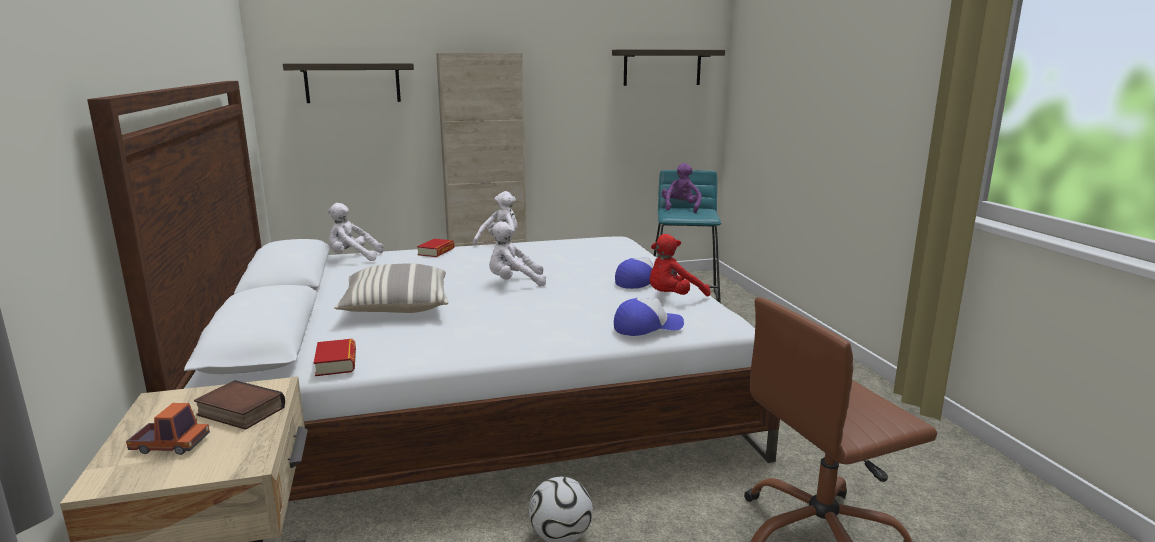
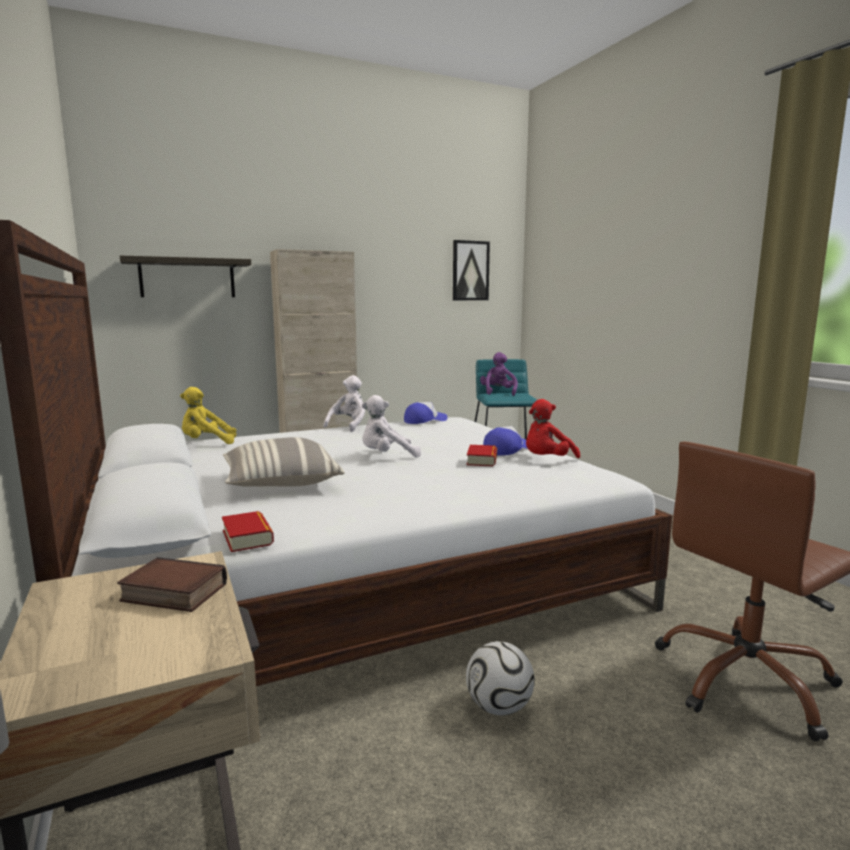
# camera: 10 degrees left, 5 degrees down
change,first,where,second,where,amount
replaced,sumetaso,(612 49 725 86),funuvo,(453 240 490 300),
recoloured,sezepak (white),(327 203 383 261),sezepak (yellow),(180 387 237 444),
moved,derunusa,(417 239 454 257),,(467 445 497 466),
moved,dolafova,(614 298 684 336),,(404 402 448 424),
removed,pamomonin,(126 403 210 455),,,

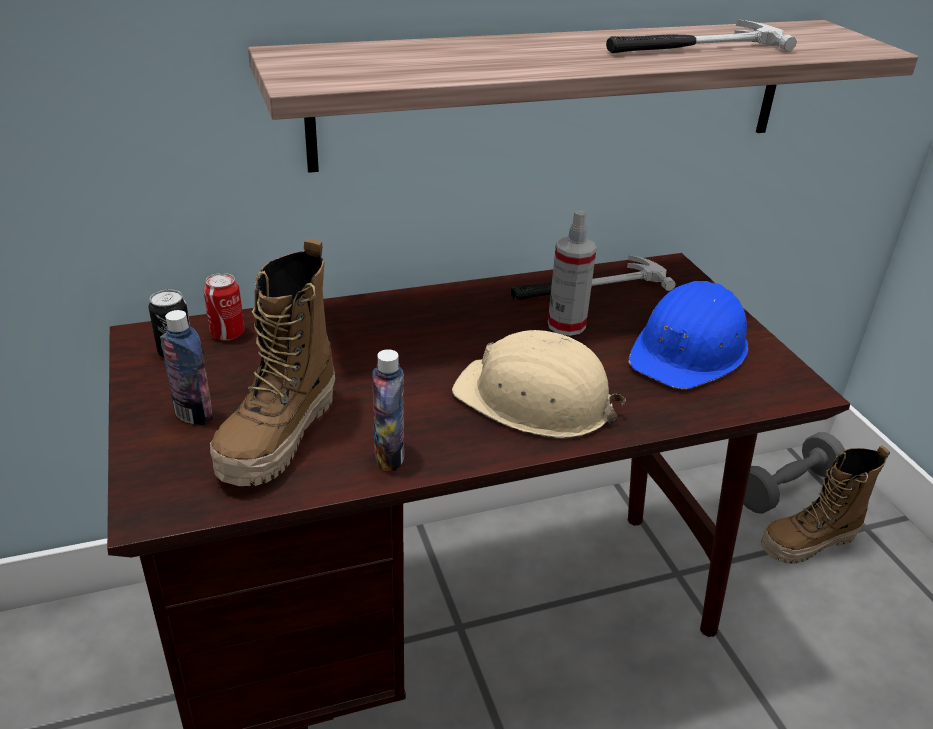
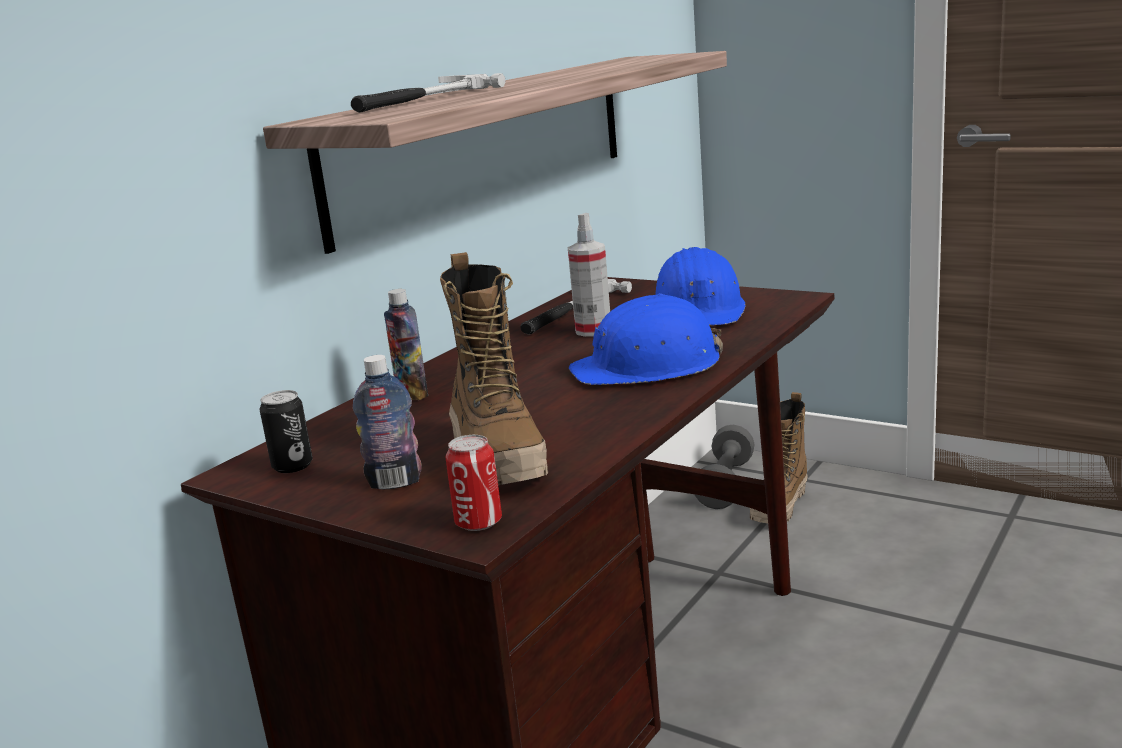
# camera: 35 degrees left, 15 degrees down
change,first,where,second,where,amount
moved,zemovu,(606 20 797 53),,(351 73 506 113),
moved,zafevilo,(204 273 245 340),,(446 435 502 531),
recoloured,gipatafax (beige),(452 330 626 438),gipatafax (blue),(569 293 723 385),
moved,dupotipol,(372 349 404 471),,(384 289 428 400),

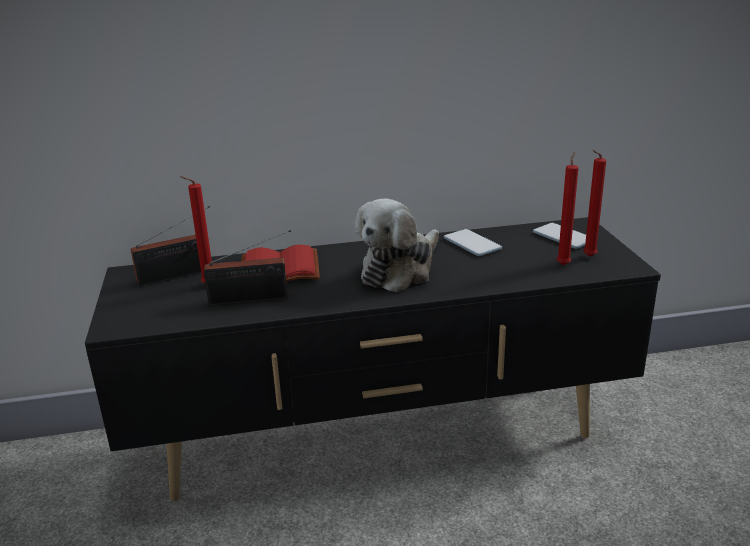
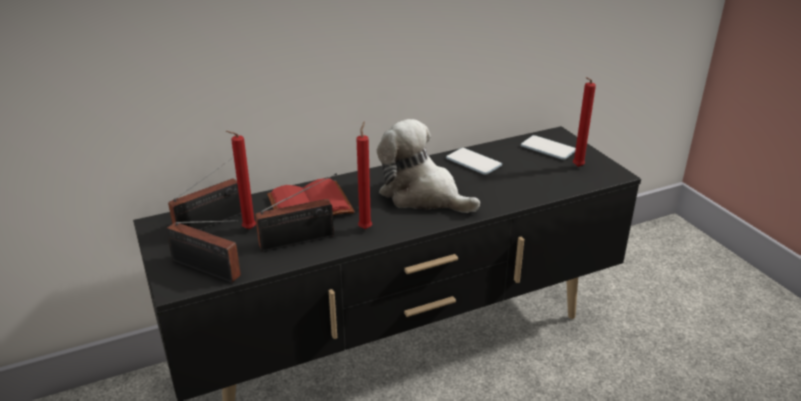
# camera: 15 degrees left, 5 degrees up
change,first,where,second,where,amount
moved,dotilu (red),(557 151 578 265),,(357 121 372 229),
turned,sezepak,(355 199 439 293),,(377 119 480 213),105 degrees clockwise
added,,,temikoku,(166 220 241 283),

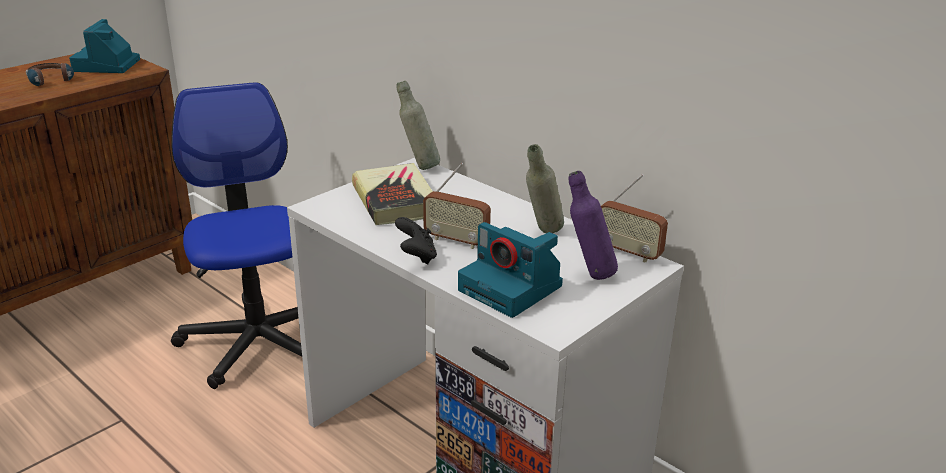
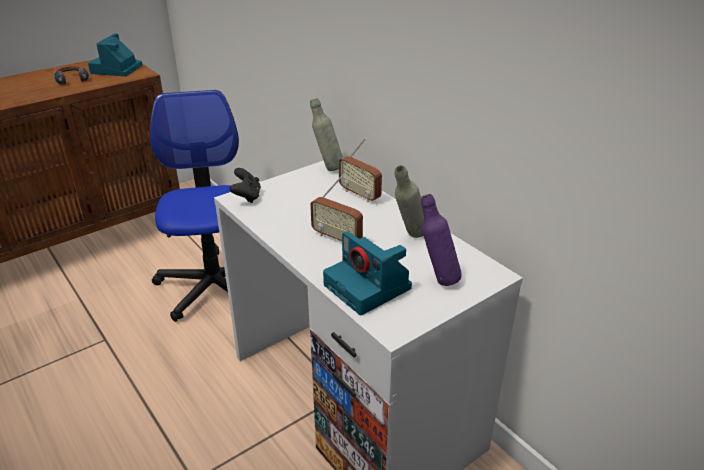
# camera: 10 degrees right, 5 degrees up
change,first,where,second,where,amount
removed,derunusa,(352 163 433 225),,,
moved,temikoku,(601 174 668 263),,(339 138 382 202),
moved,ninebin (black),(395 217 437 265),,(229 168 261 203),

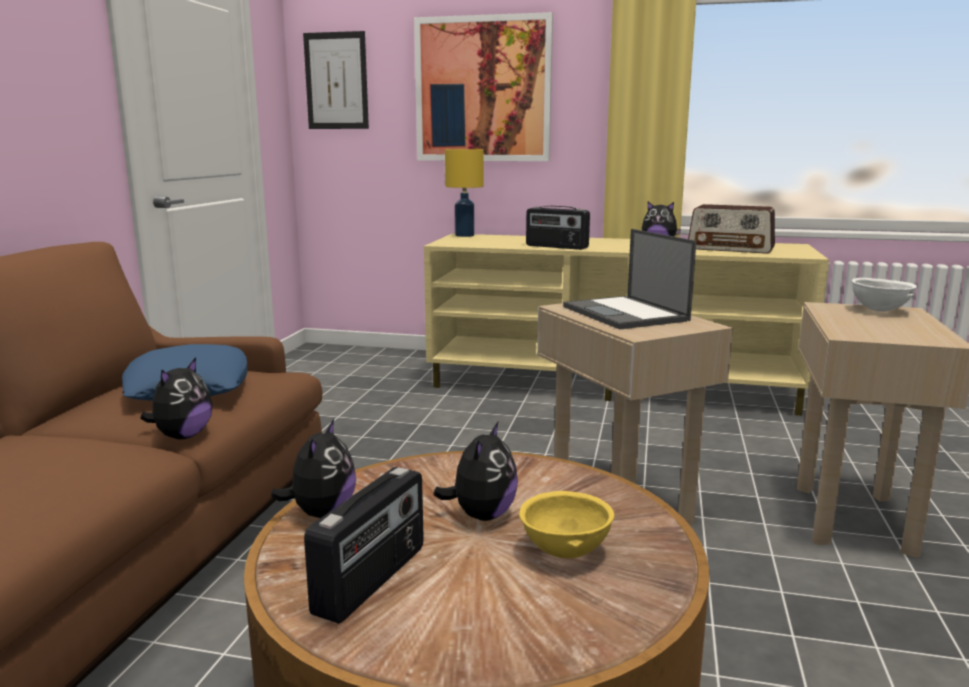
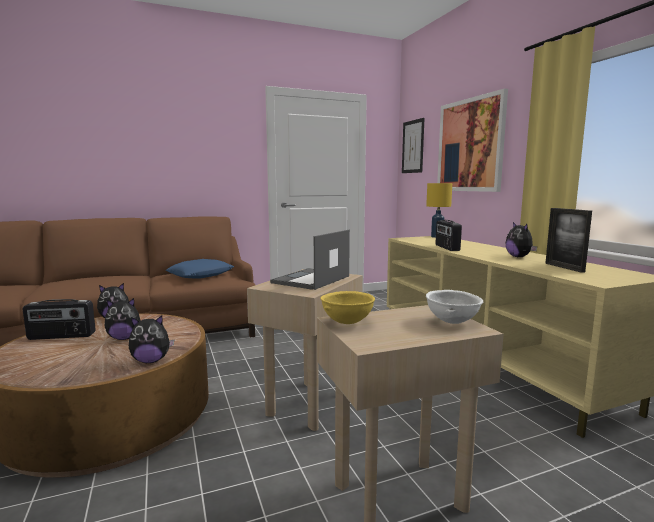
# camera: 55 degrees right, 5 degrees down
change,first,where,second,where,amount
replaced,temikoku,(688 204 775 254),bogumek,(545 208 592 273),
moved,sezepak,(140 357 213 439),,(129 315 175 363),
moved,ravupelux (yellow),(519 491 615 558),,(321 291 375 324),

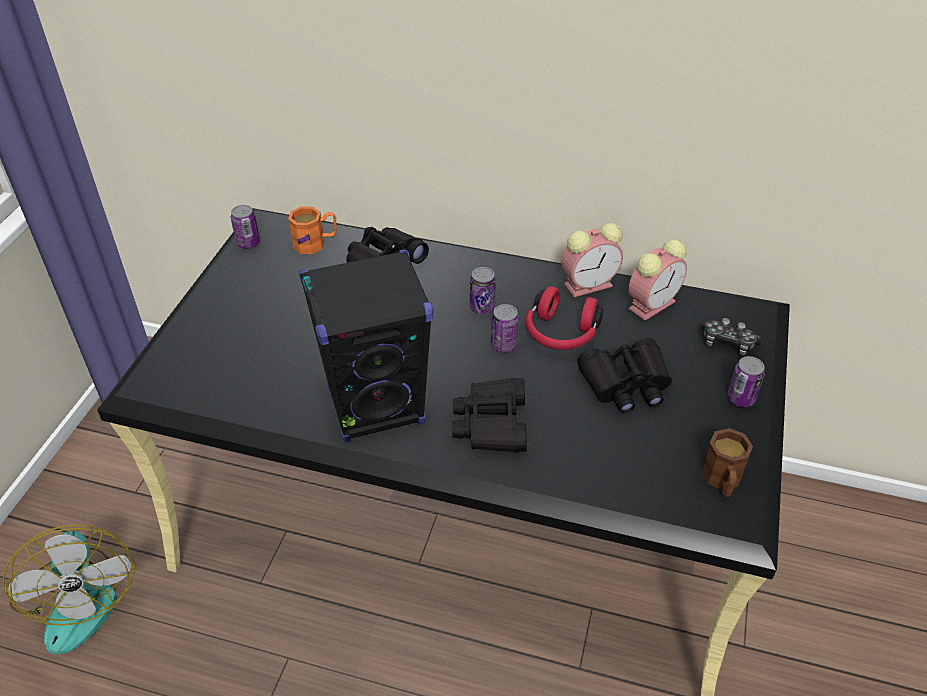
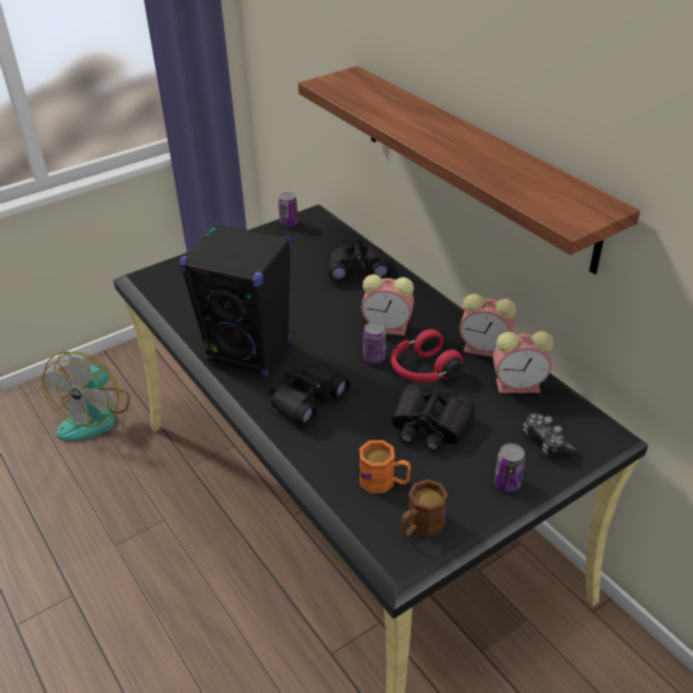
# camera: 40 degrees right, 5 degrees down
change,first,where,second,where,amount
moved,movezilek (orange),(288 206 337 254),,(359 440 411 494),
replaced,zafevilo,(470 267 496 314),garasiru,(361 274 414 336),
added,,,sumetaso,(298 66 640 274),

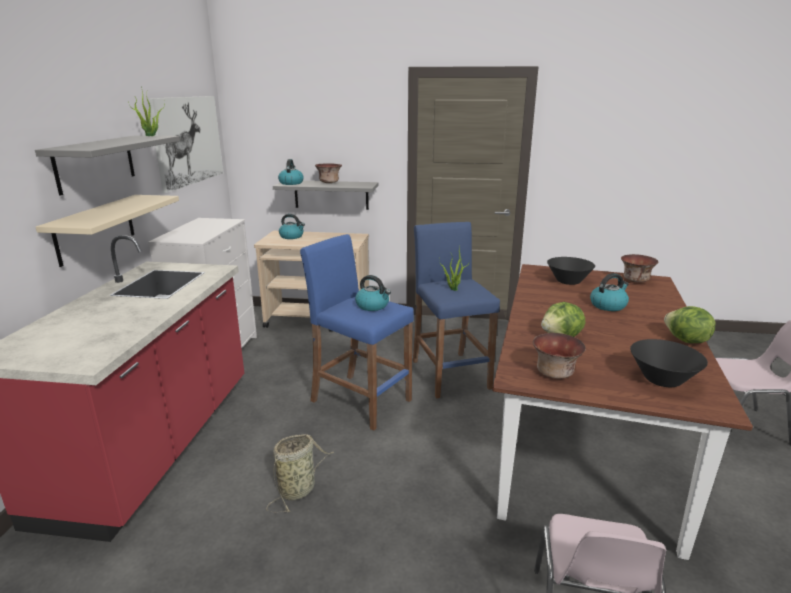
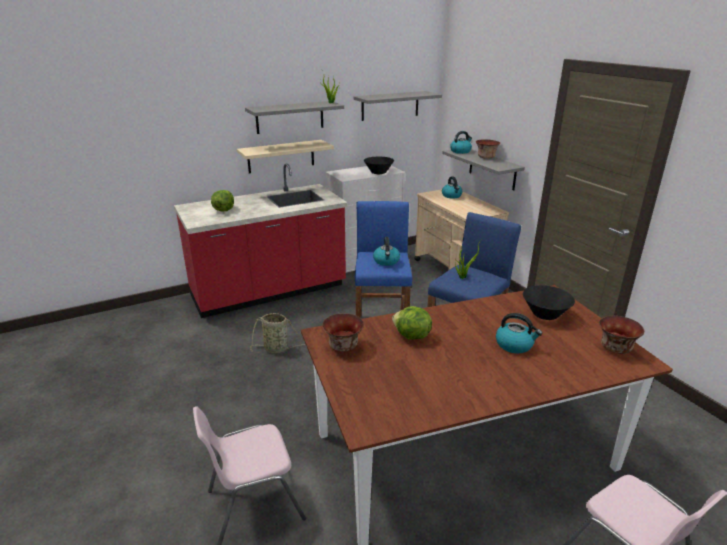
# camera: 55 degrees right, 5 degrees up
change,first,where,second,where,amount
replaced,funuvo,(148 96 223 193),sumetaso (grey),(353 91 442 121),
moved,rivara,(664 306 715 343),,(211 190 234 211),
moved,ravupelux (black),(630 339 708 387),,(364 157 394 174),

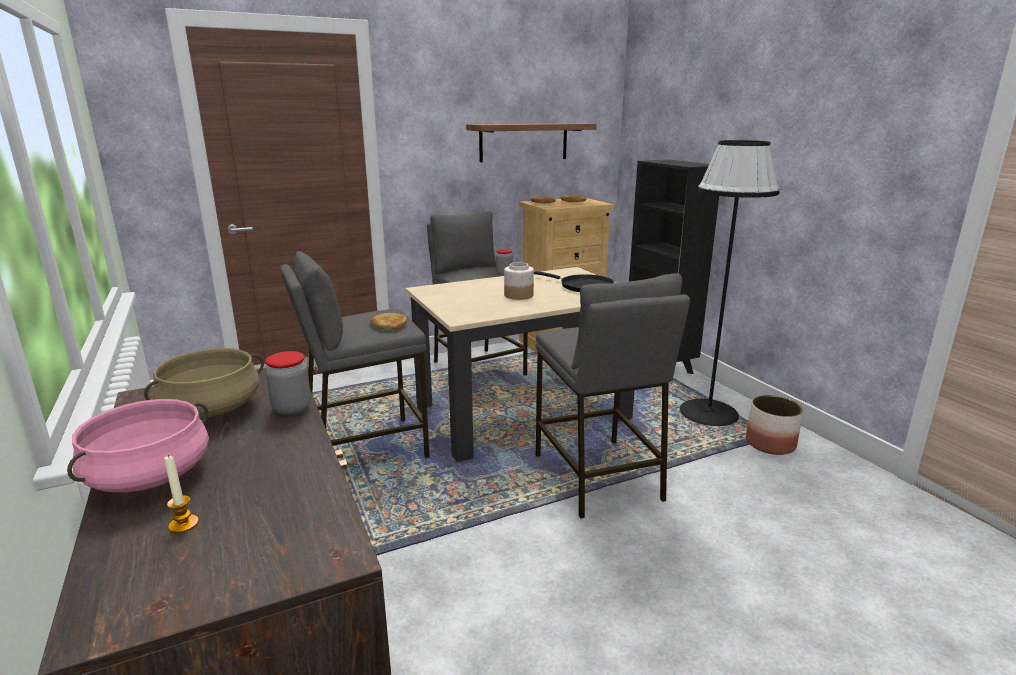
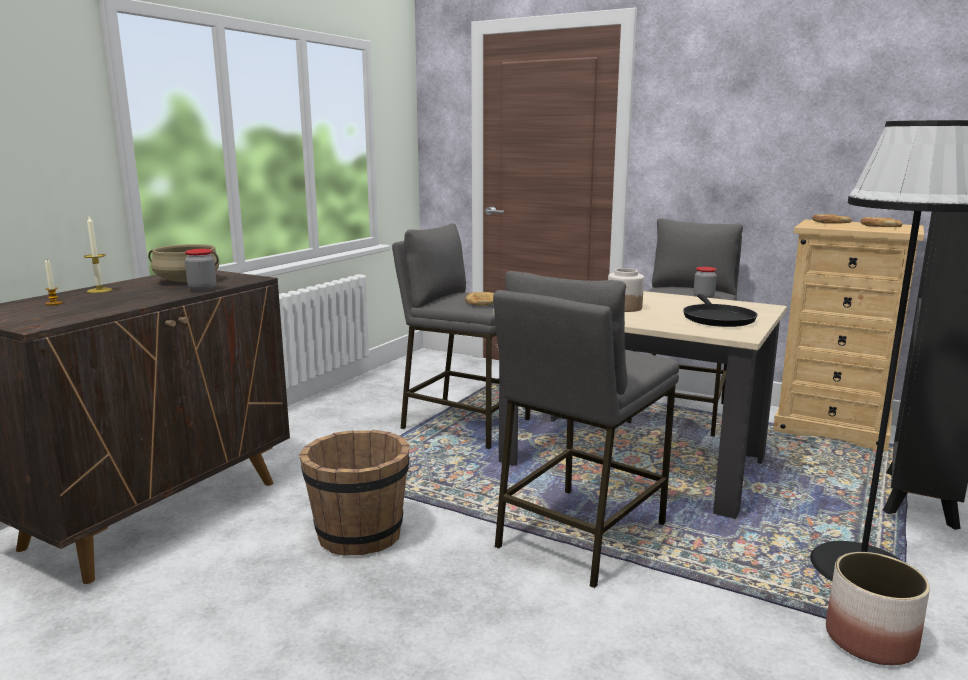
# camera: 55 degrees right, 5 degrees down
change,first,where,second,where,amount
removed,sumetaso,(466 123 597 162),,,
replaced,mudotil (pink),(67 399 209 493),dotilu,(84 217 113 293),
added,,,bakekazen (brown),(299 430 410 556),

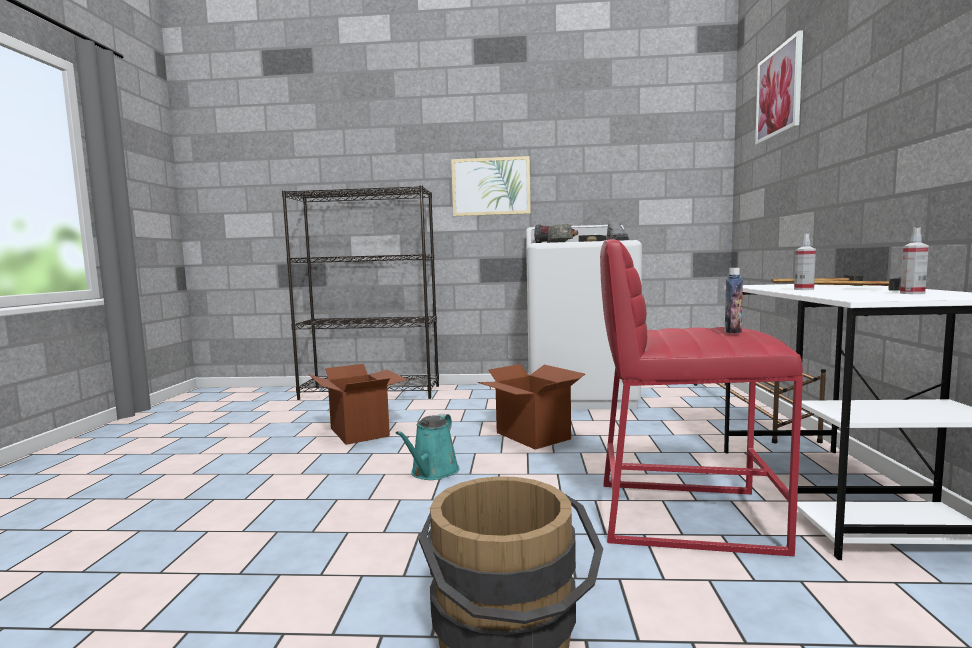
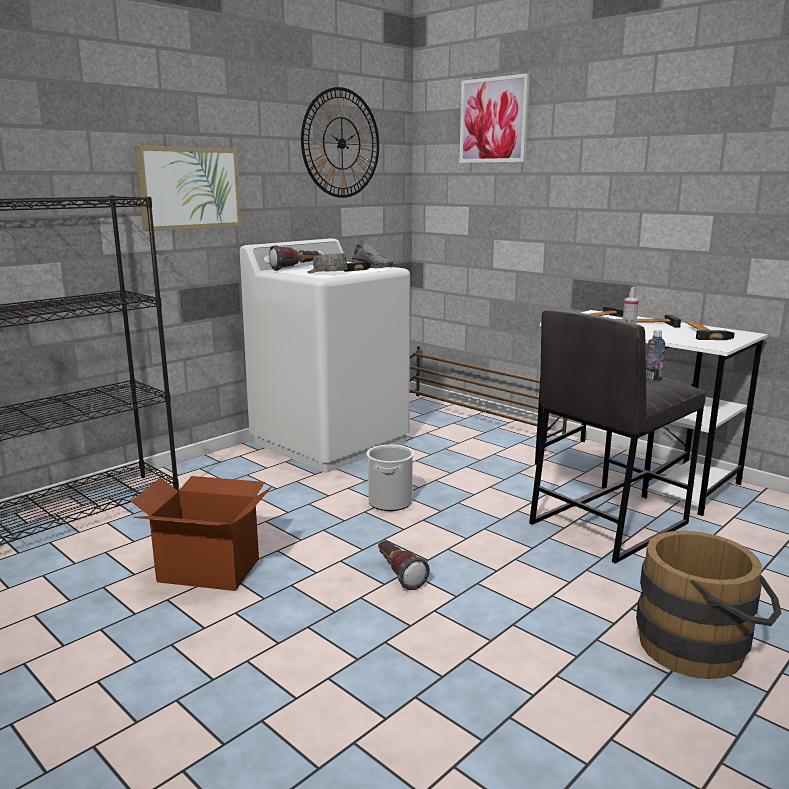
# camera: 50 degrees left, 10 degrees up
change,first,where,second,where,amount
replaced,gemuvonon,(900 227 929 294),zemovu,(686 321 735 340),
recoloured,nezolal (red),(600 239 803 556),nezolal (grey),(529 310 706 564),
replaced,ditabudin,(478 364 585 450),bakekazen,(366 445 414 511),
replaced,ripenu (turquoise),(396 414 459 480),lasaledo,(378 541 430 590),
added,,,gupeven,(301 87 379 198),

